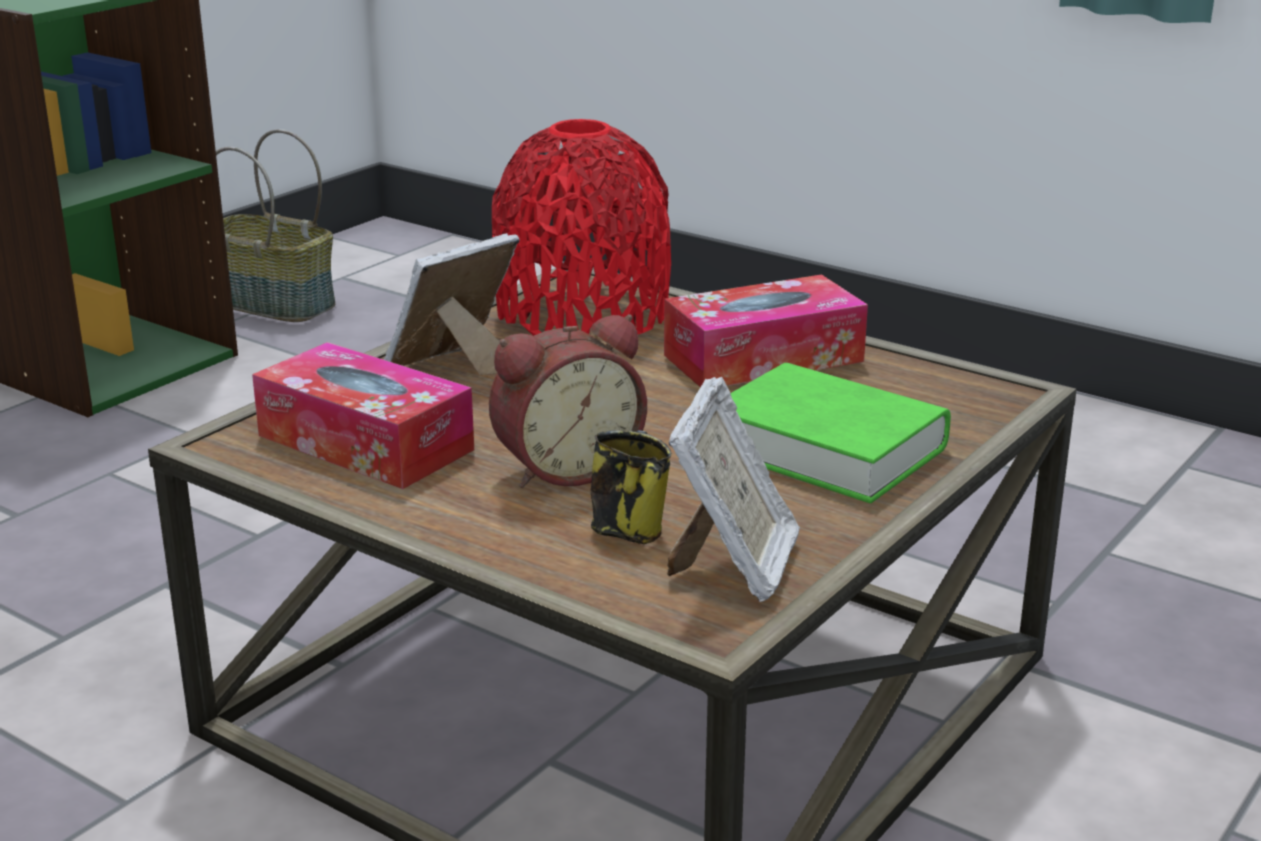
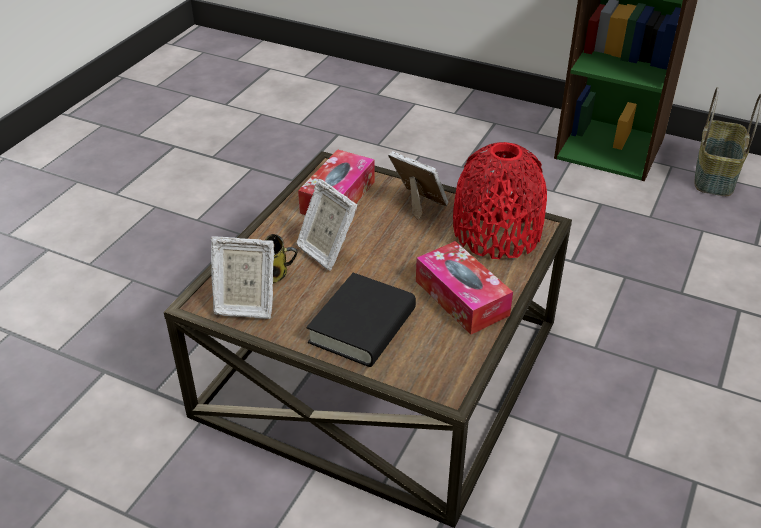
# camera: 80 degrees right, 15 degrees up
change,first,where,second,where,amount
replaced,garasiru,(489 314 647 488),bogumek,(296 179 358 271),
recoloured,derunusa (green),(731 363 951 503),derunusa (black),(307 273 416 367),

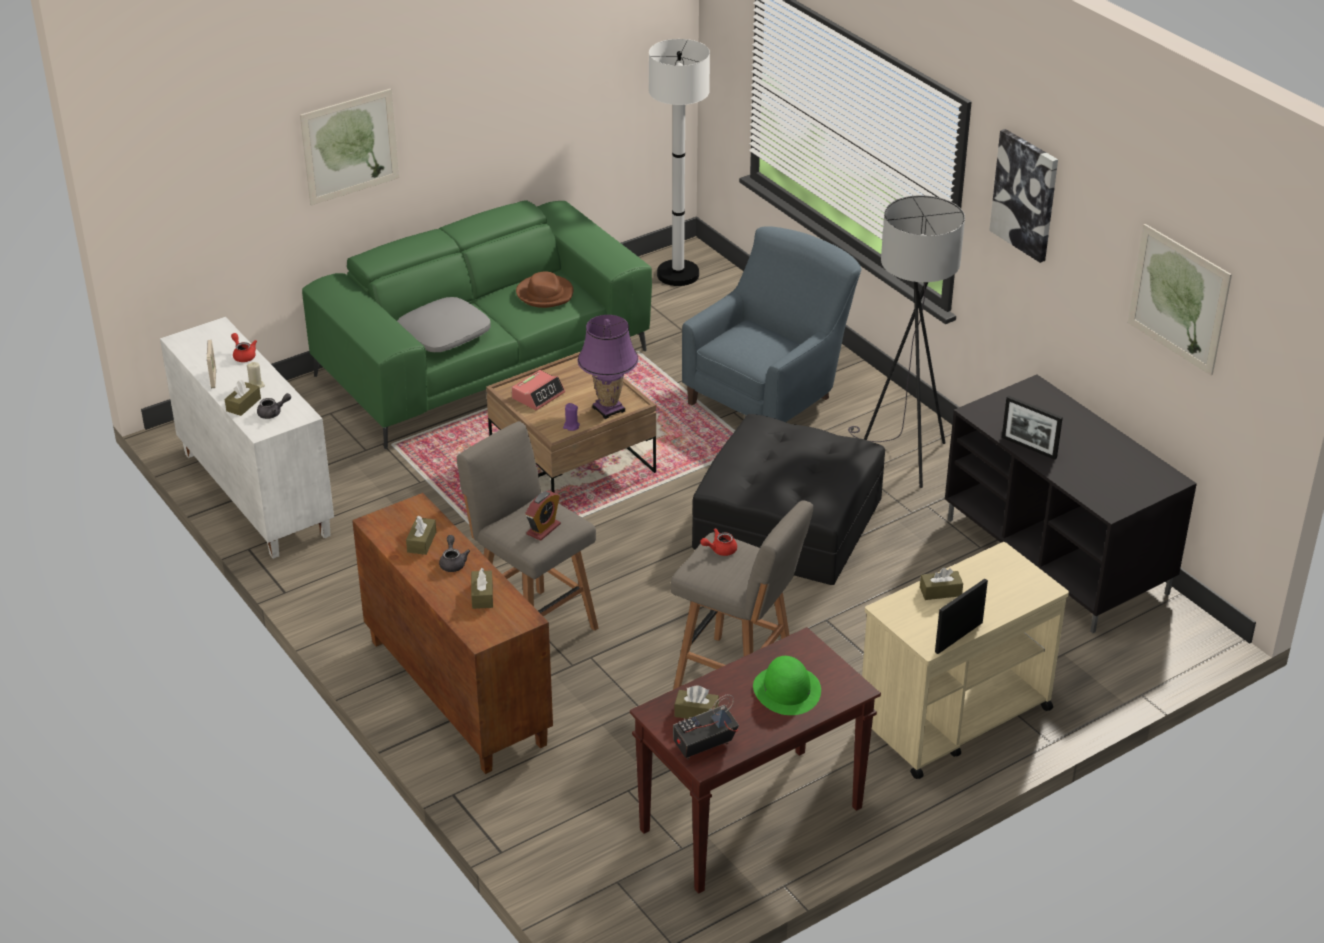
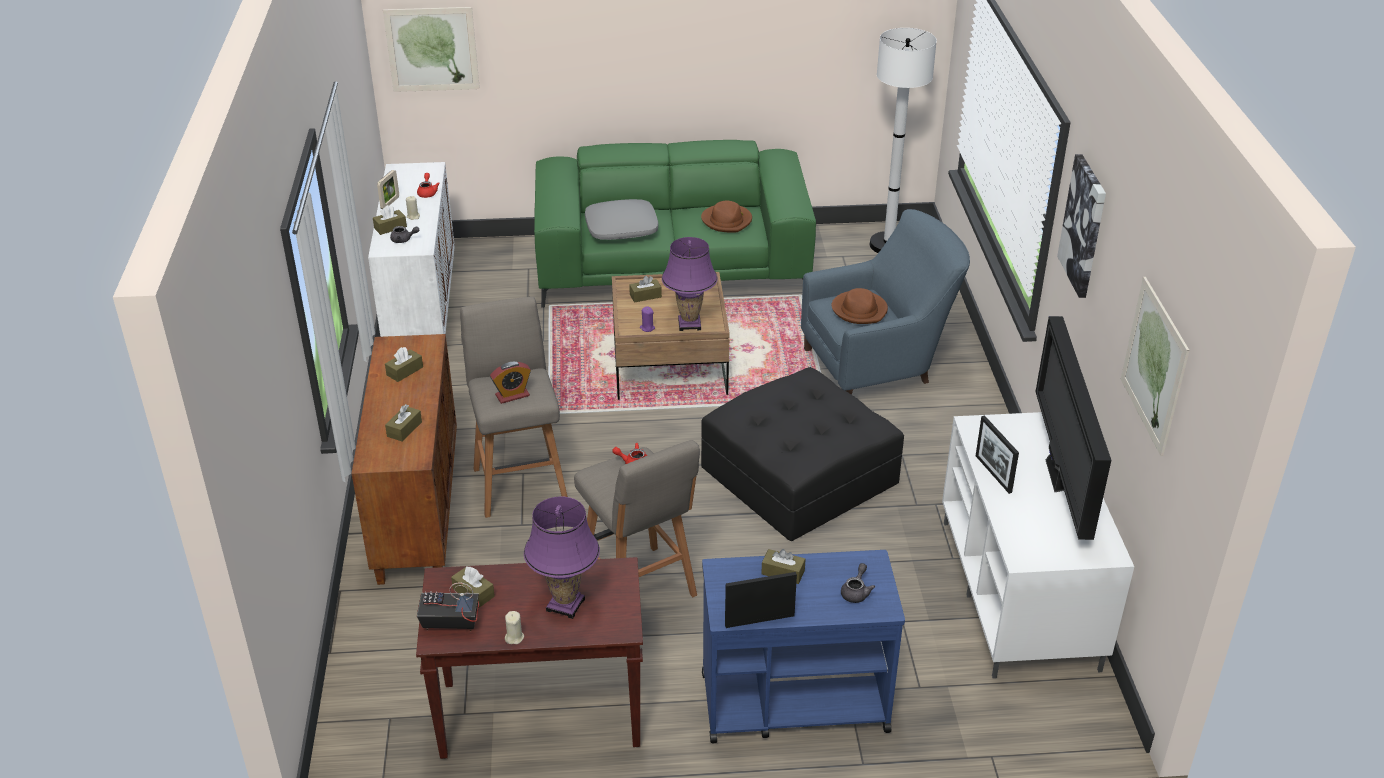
# camera: 30 degrees right, 0 degrees up
change,first,where,second,where,amount
moved,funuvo,(300 88 399 206),,(383 7 480 92),
removed,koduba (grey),(848 195 965 488),,,
replaced,garasiru,(512 370 565 410),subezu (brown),(629 276 662 303),
recoloured,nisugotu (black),(945 375 1197 633),nisugotu (white),(942 412 1134 679),
moved,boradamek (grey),(439 535 470 572),,(841 563 875 603),
recoloured,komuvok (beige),(862 542 1069 779),komuvok (blue),(702 550 905 743),
replaced,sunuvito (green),(753 656 821 715),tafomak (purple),(524 496 600 619),
added,,,sunuvito (brown),(832 288 888 324),
added,,,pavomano,(1035 316 1111 540),
added,,,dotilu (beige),(505 611 524 644),

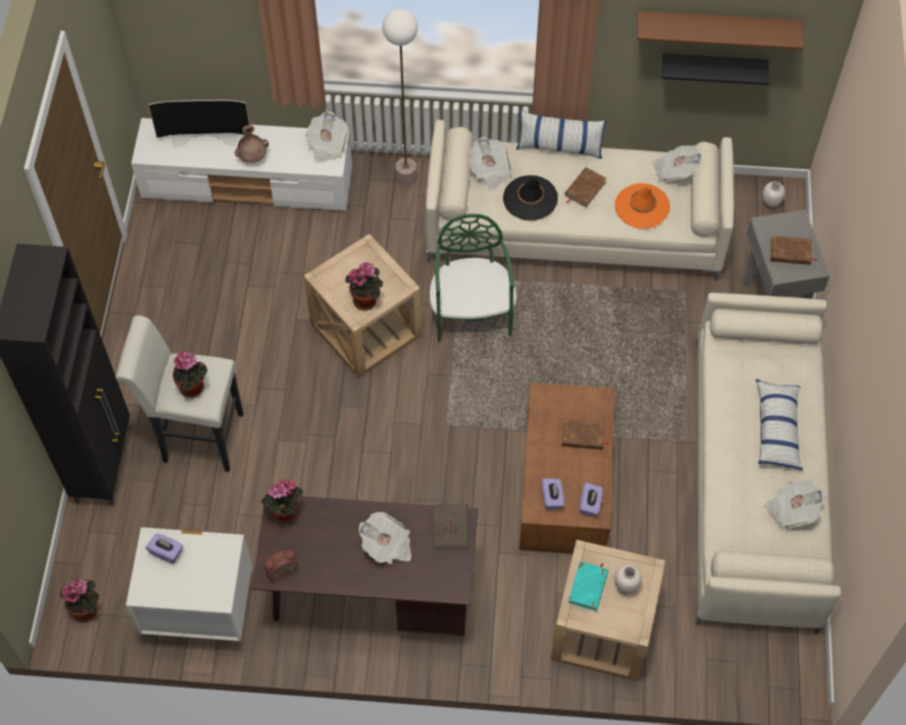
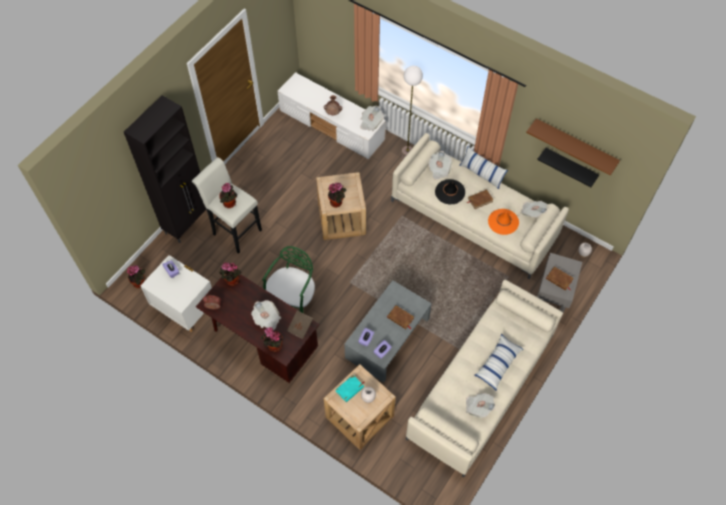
# camera: 30 degrees right, 0 degrees up
change,first,where,second,where,amount
removed,pavomano,(148 100 250 147),,,
moved,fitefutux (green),(429 214 517 342),,(262 246 315 313),
recoloured,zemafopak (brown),(519 383 615 554),zemafopak (grey),(344 280 432 383),
added,,,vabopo,(261 327 283 352),

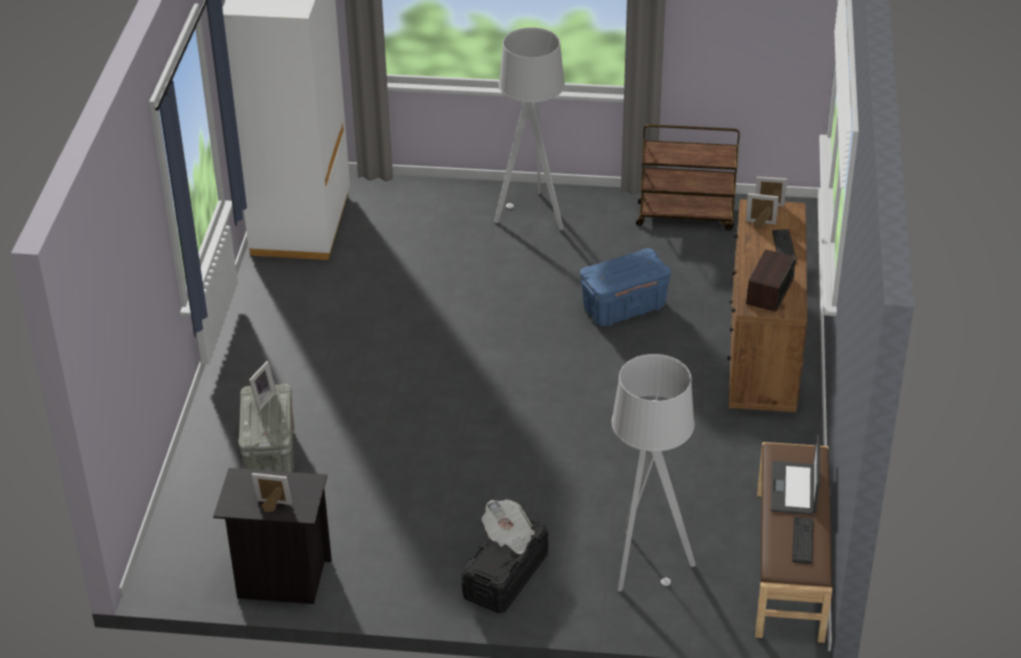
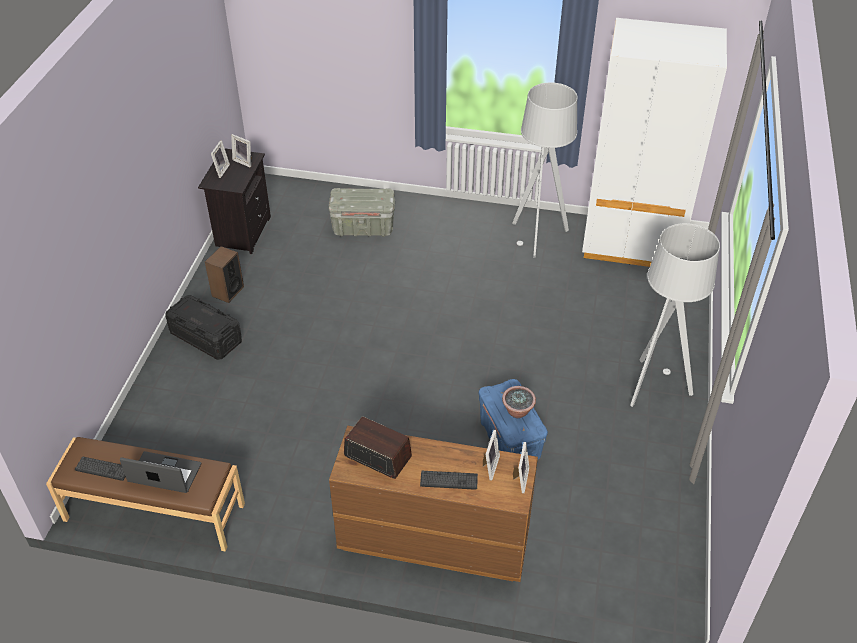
# camera: 95 degrees right, 5 degrees up
change,first,where,second,where,amount
removed,komuvok (brown),(636 124 740 231),,,
moved,koduba (grey),(612 354 696 592),,(513 82 578 257),
moved,bogumek,(249 361 277 411),,(231 134 252 167),
removed,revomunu,(482 500 535 554),,,
added,,,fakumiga,(205 246 244 303),
added,,,vabopo,(502 386 536 418),

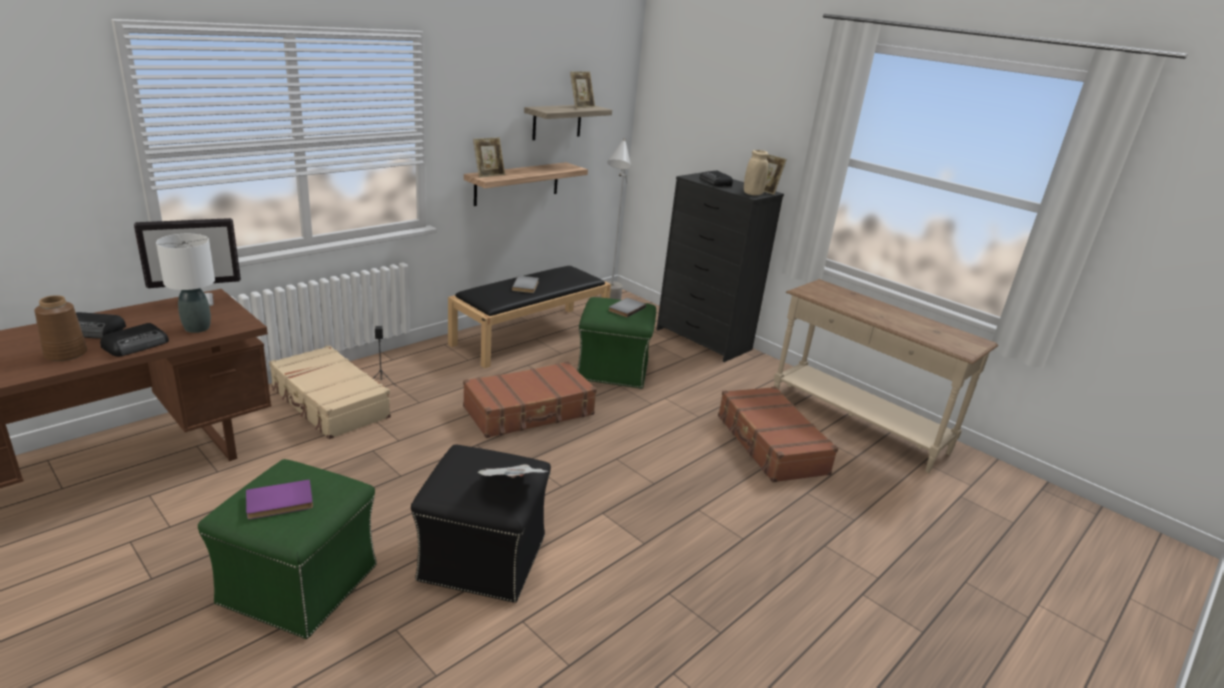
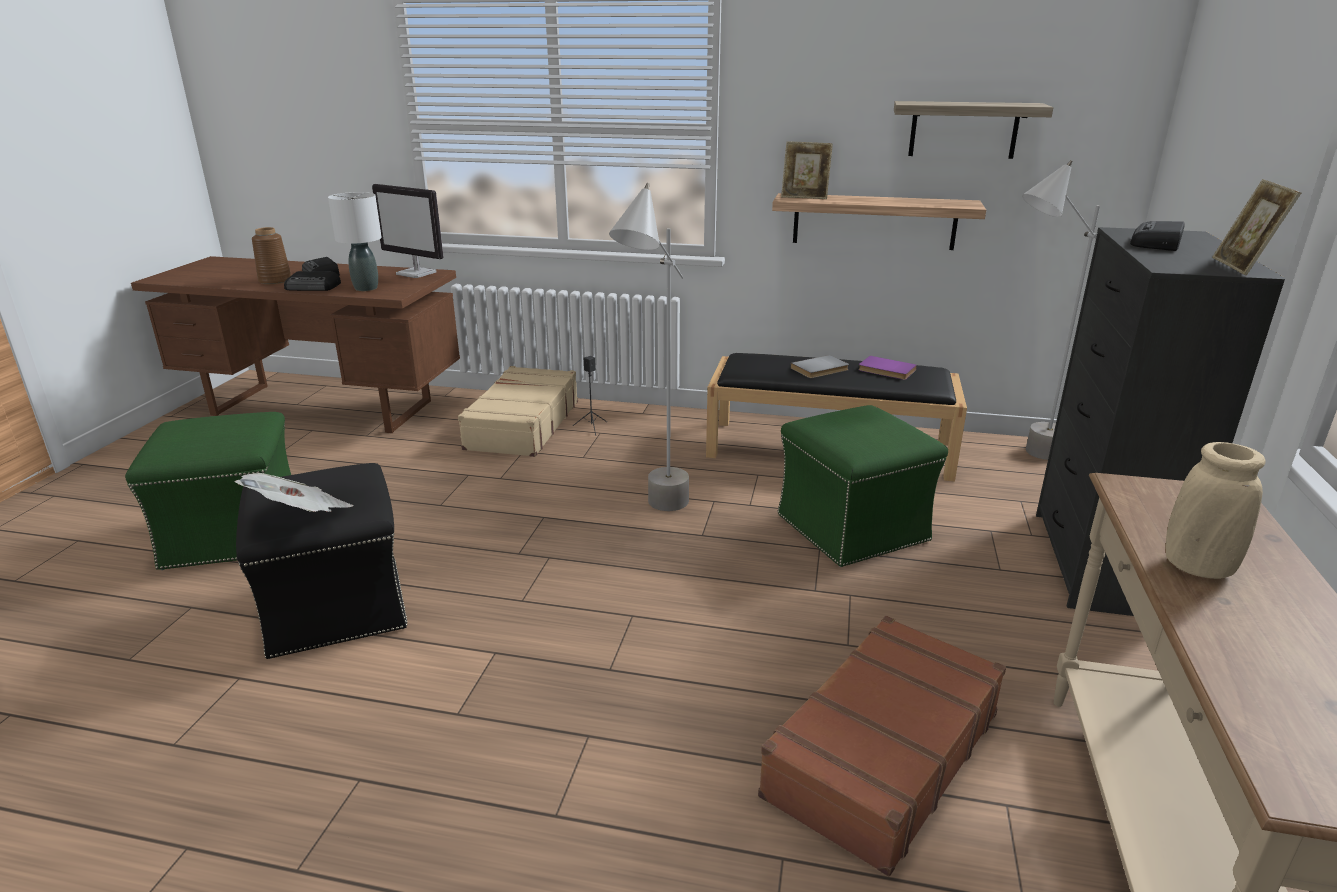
# camera: 60 degrees right, 0 degrees up
change,first,where,second,where,amount
removed,bogumek,(570 71 595 108),,,
moved,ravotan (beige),(744 150 768 195),,(1166 442 1265 579),
removed,derunusa (grey),(608 298 646 317),,,
replaced,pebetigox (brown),(463 361 597 438),koduba (grey),(609 183 689 511),
moved,derunusa (purple),(246 479 313 519),,(858 356 917 380),

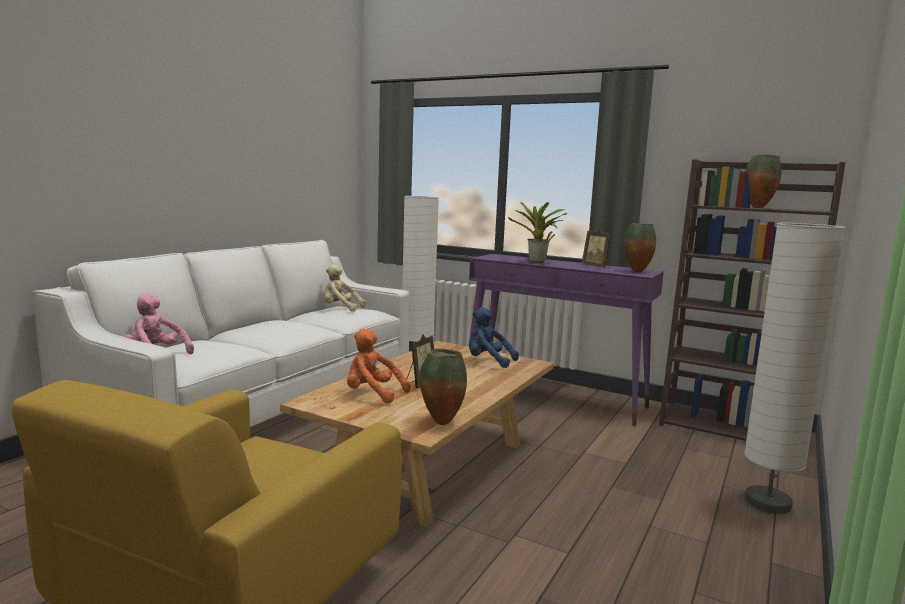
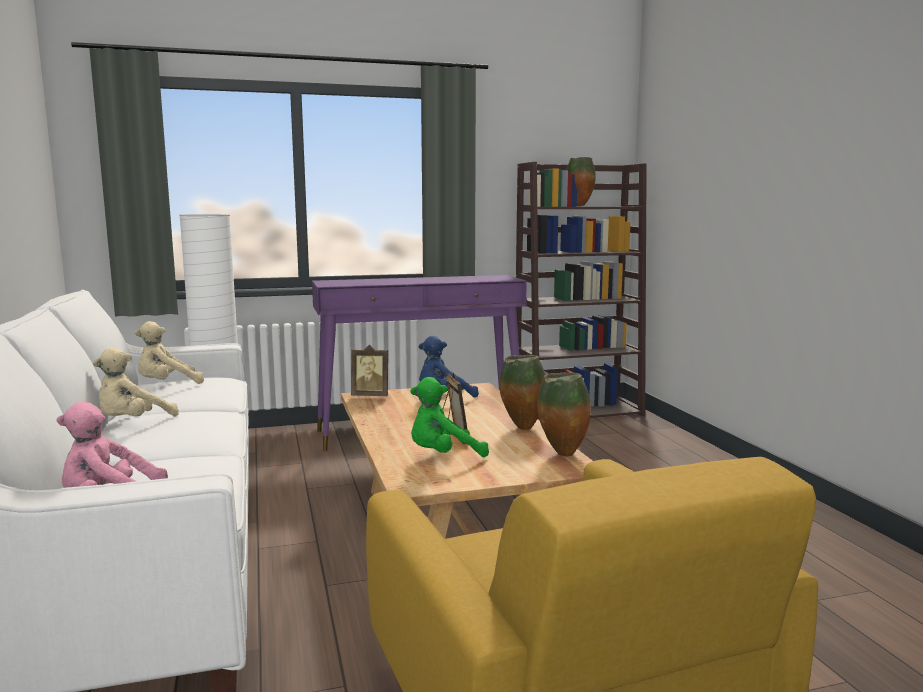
# camera: 45 degrees left, 0 degrees up
change,first,where,second,where,amount
removed,vabopo,(508 202 567 263),,,
moved,ravotan,(623 223 656 272),,(499 355 545 430),
removed,koduba (white),(744 223 845 514),,,
moved,bogumek,(582 228 611 268),,(351 345 388 396),
recoloured,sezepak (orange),(347 329 411 403),sezepak (green),(410 377 489 457),
added,,,sezepak (beige),(93 348 179 416),

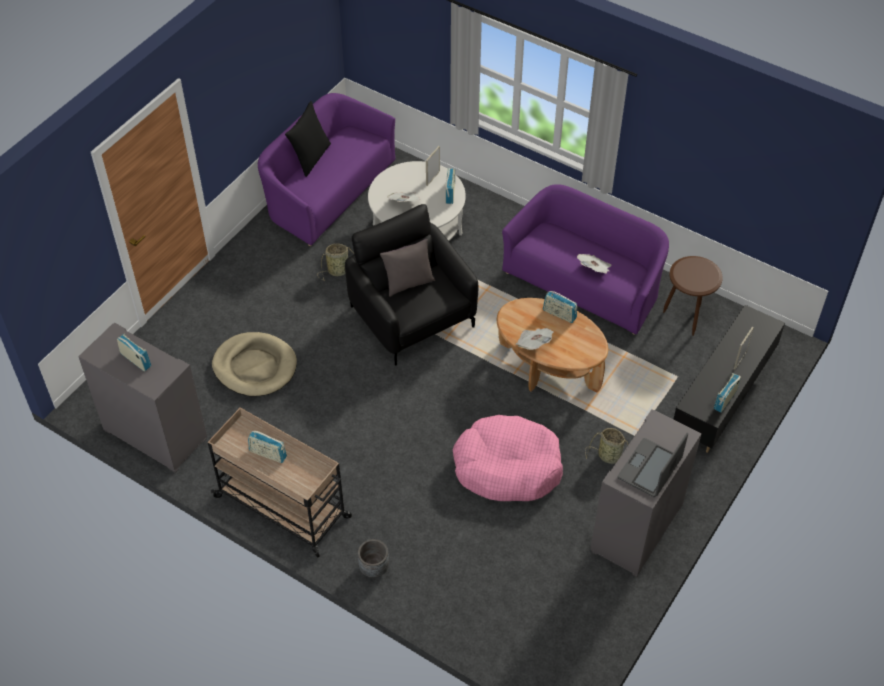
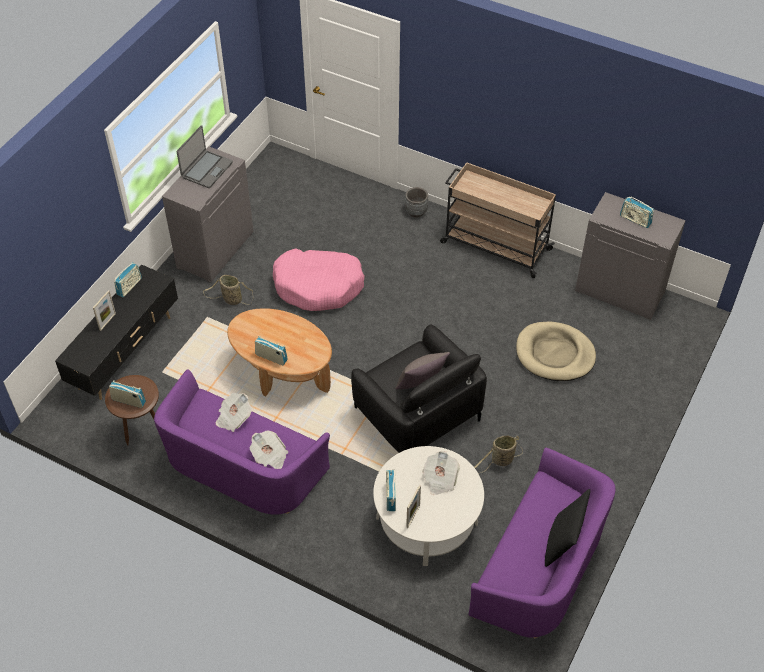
# camera: 175 degrees right, 0 degrees up
change,first,where,second,where,amount
moved,revomunu,(515 328 554 350),,(250 431 288 469),
moved,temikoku,(248 431 287 463),,(109 380 146 408),

